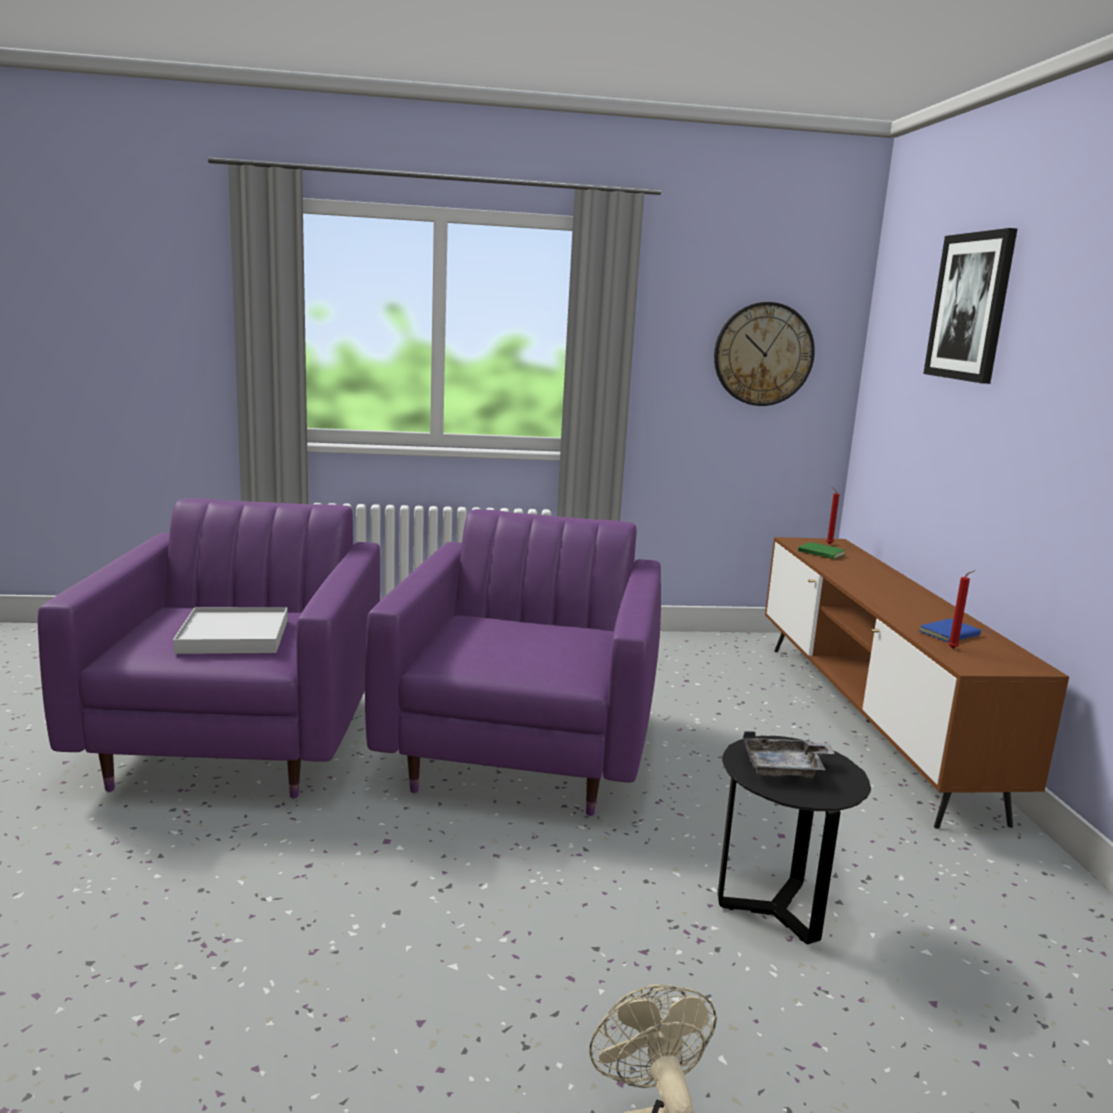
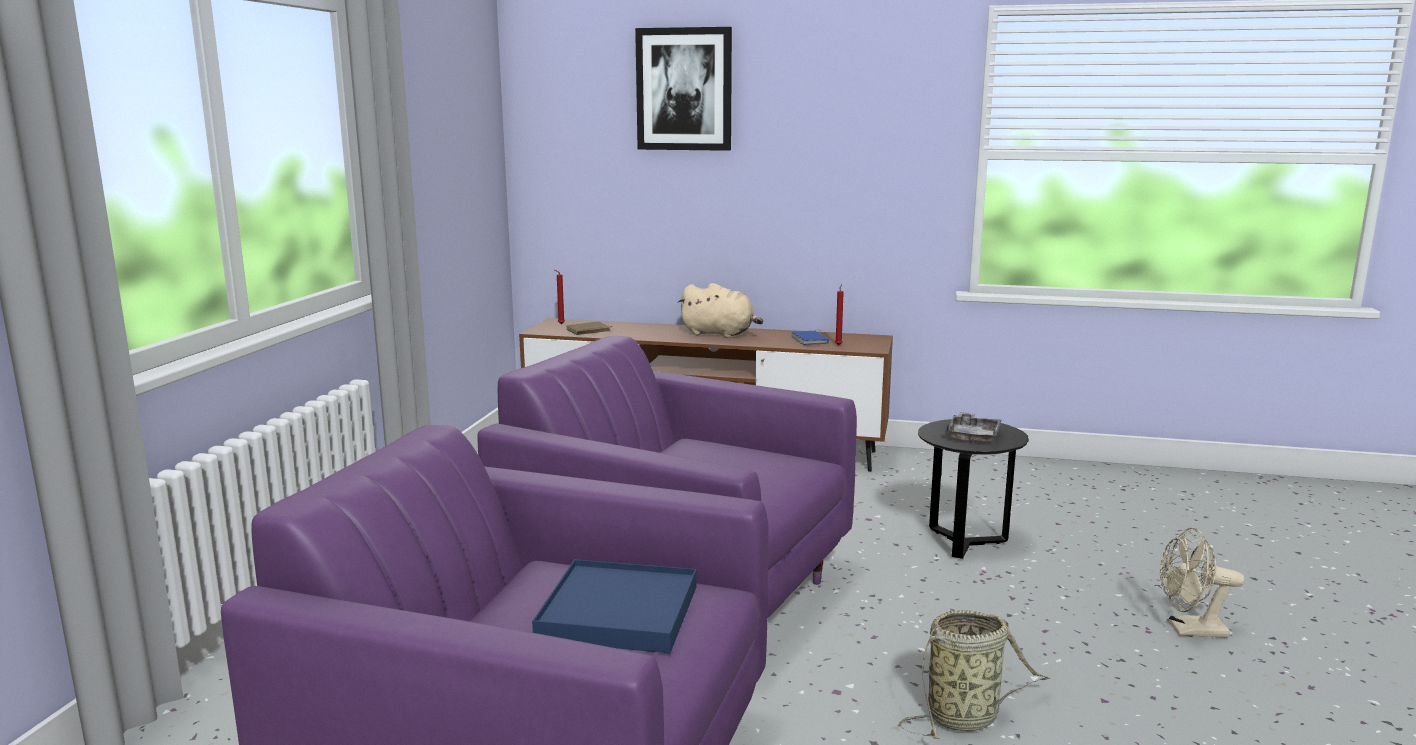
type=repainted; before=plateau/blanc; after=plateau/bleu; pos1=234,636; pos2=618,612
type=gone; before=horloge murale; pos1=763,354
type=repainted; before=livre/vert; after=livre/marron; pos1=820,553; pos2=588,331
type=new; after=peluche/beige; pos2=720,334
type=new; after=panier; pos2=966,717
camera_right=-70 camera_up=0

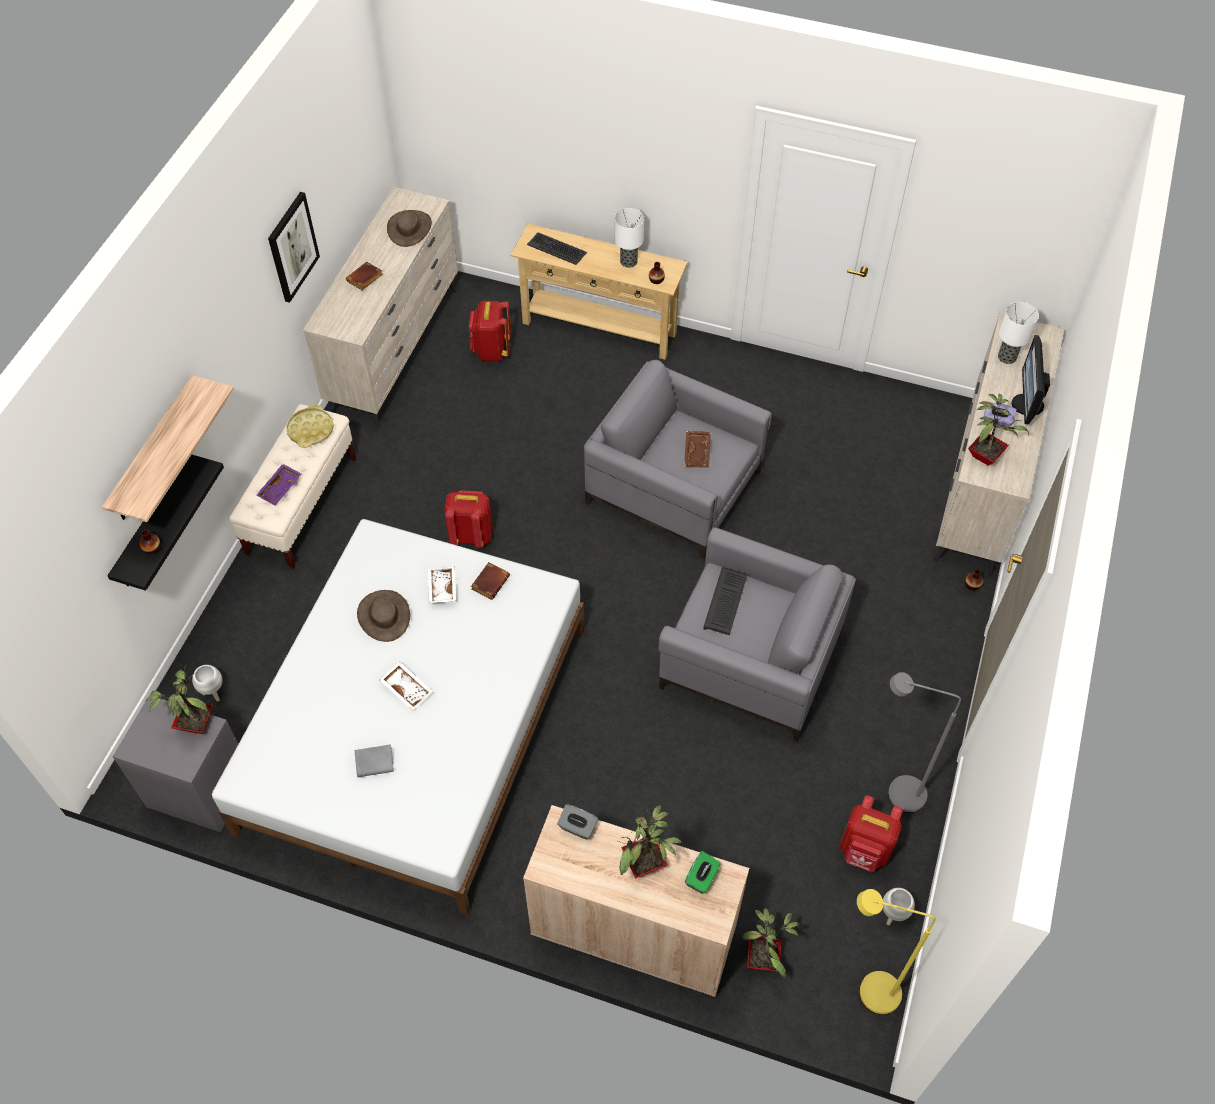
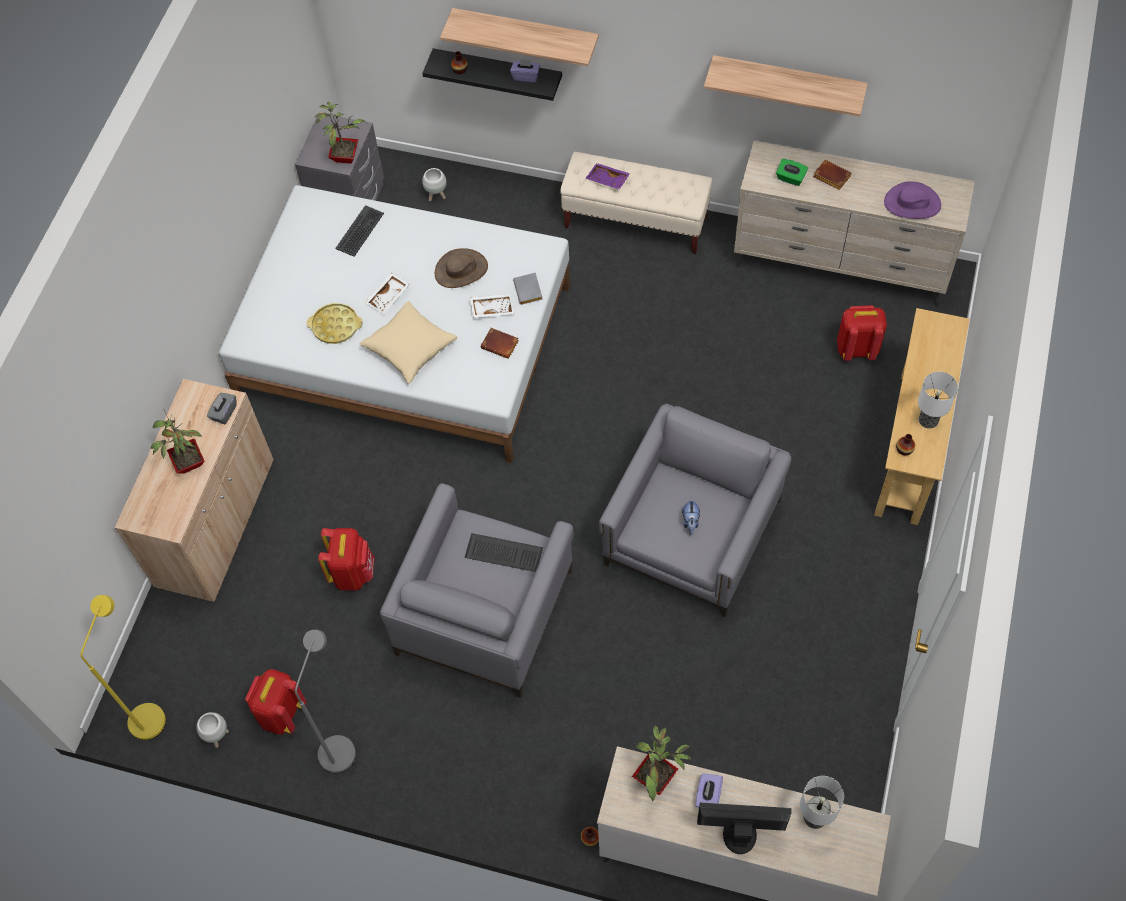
type=swapped; before=tableau; after=étagère; pos1=292,247; pos2=788,81
type=shifted; before=plateau/jaune; pos1=311,430; pos2=335,326
type=shifted; before=livre/gris; pos1=375,761; pos2=529,291
type=repainted; before=chapeau/marron; after=chapeau/violet; pos1=410,228; pos2=912,203
type=shifted; before=sac à dos/rouge; pos1=471,535; pos2=352,572
type=shifted; before=clavier; pos1=557,248; pos2=360,231
type=swapped; before=plateau/marron; after=peluche; pos1=698,453; pos2=690,522
type=shifted; before=boîte à mouchoirs/vert; pos1=702,878; pos2=790,178
type=gone; before=plante en pot; pos1=764,959
type=new; after=coussin/beige; pos2=410,348
type=new; after=boîte à mouchoirs/violet; pos2=526,76
camera_right=90 camera_up=5

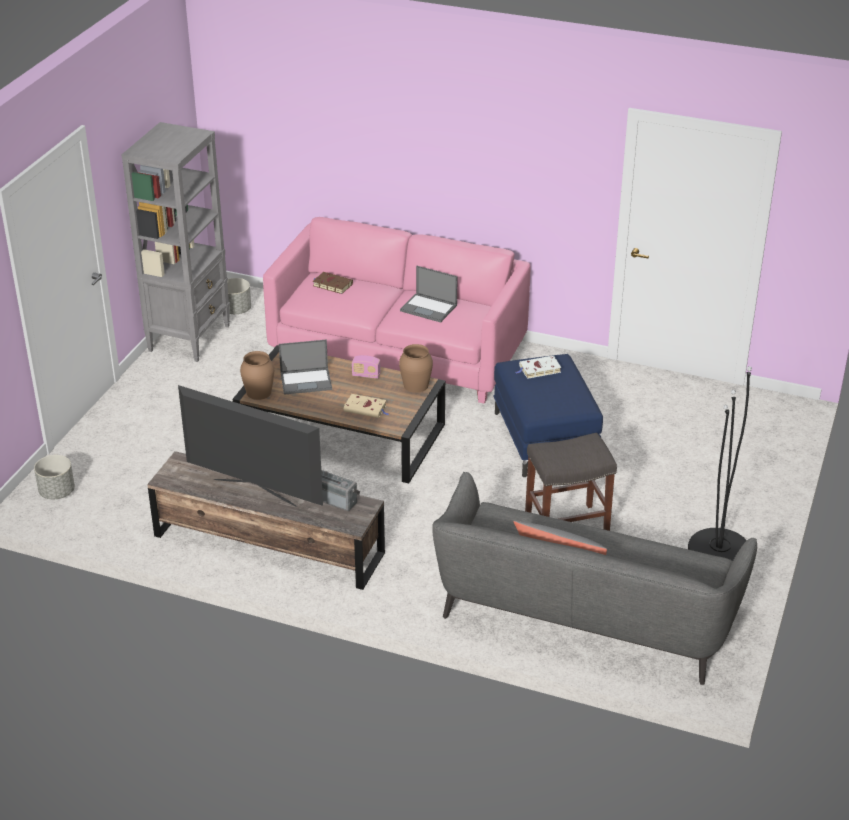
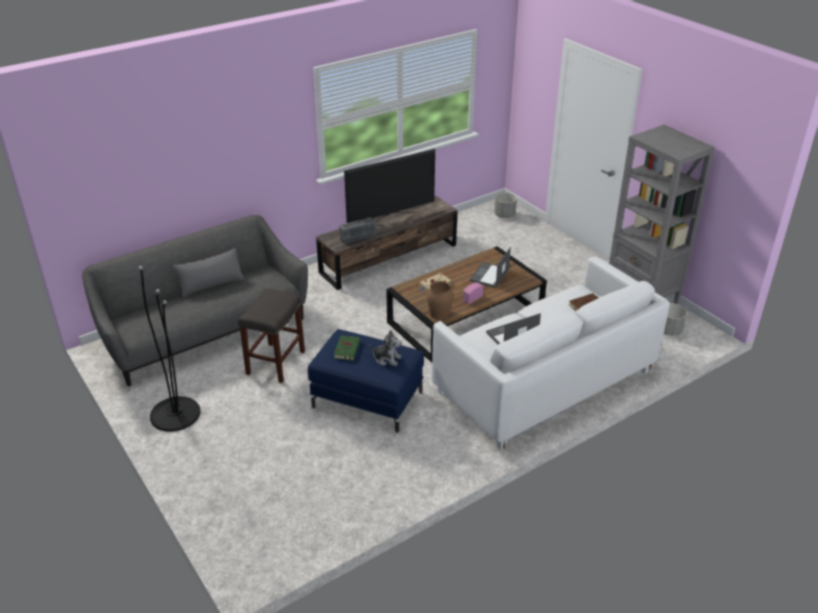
type=gone; before=vase/marron; pos1=259,392
type=repainted; before=canapé/rose; after=canapé/blanc; pos1=399,352; pos2=544,382
type=swapped; before=livre/blanc; after=peluche; pos1=538,369; pos2=387,359
type=new; after=livre/vert; pos2=347,349
camera_right=125 camera_up=0

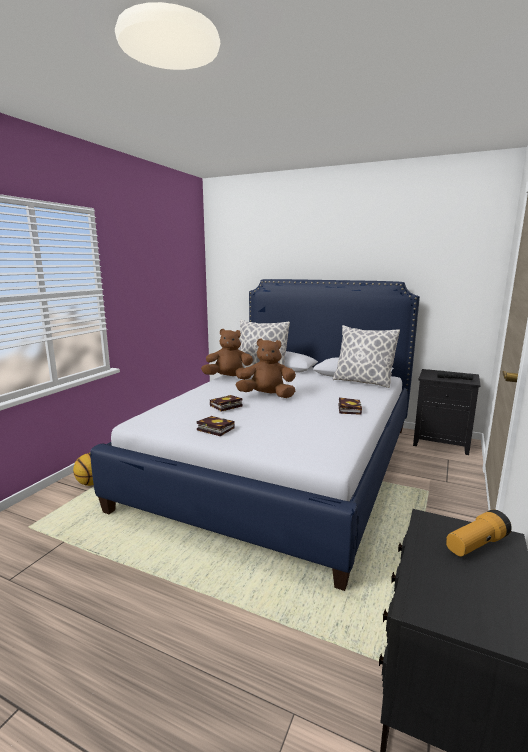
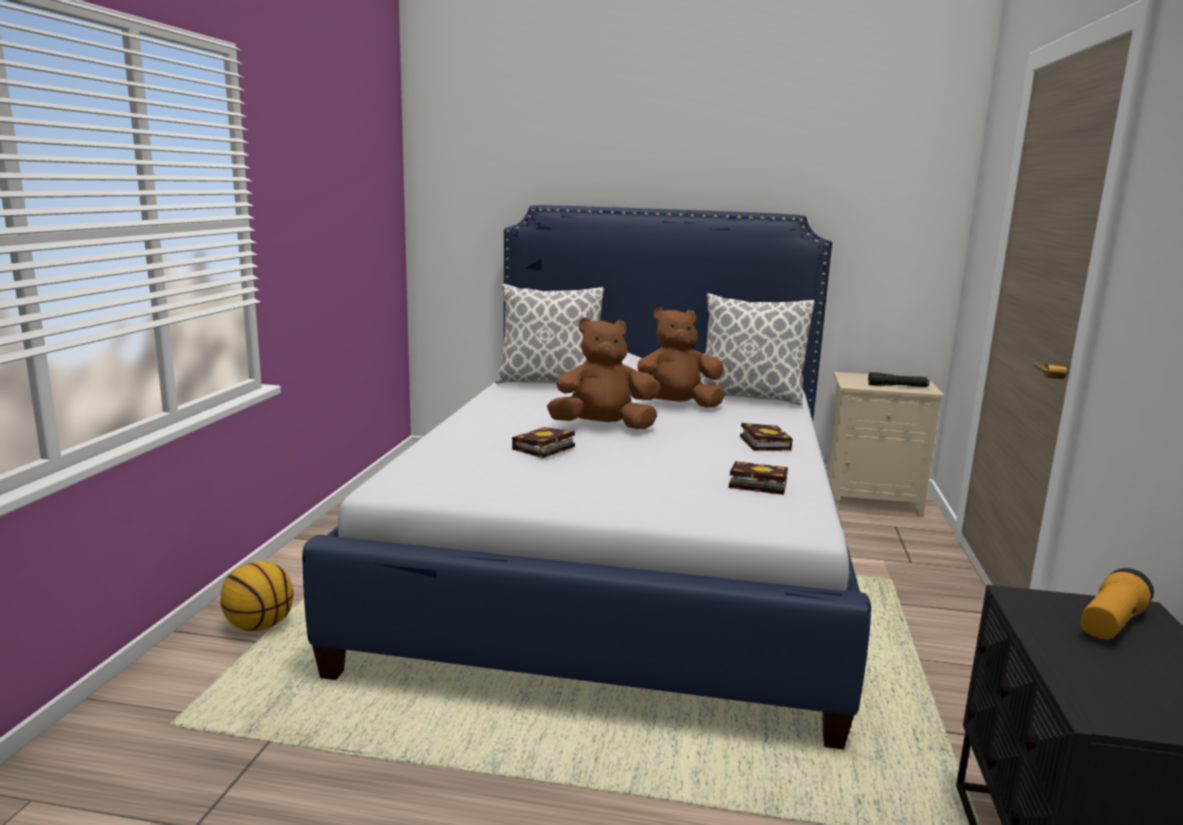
type=shifted; before=livre; pos1=214,429; pos2=755,484
type=shifted; before=peluche/marron; pos1=229,378; pos2=675,406
type=repainted; before=table de chevet/noir; after=table de chevet/beige; pos1=442,442; pos2=872,500
camera_right=-15 camera_up=0

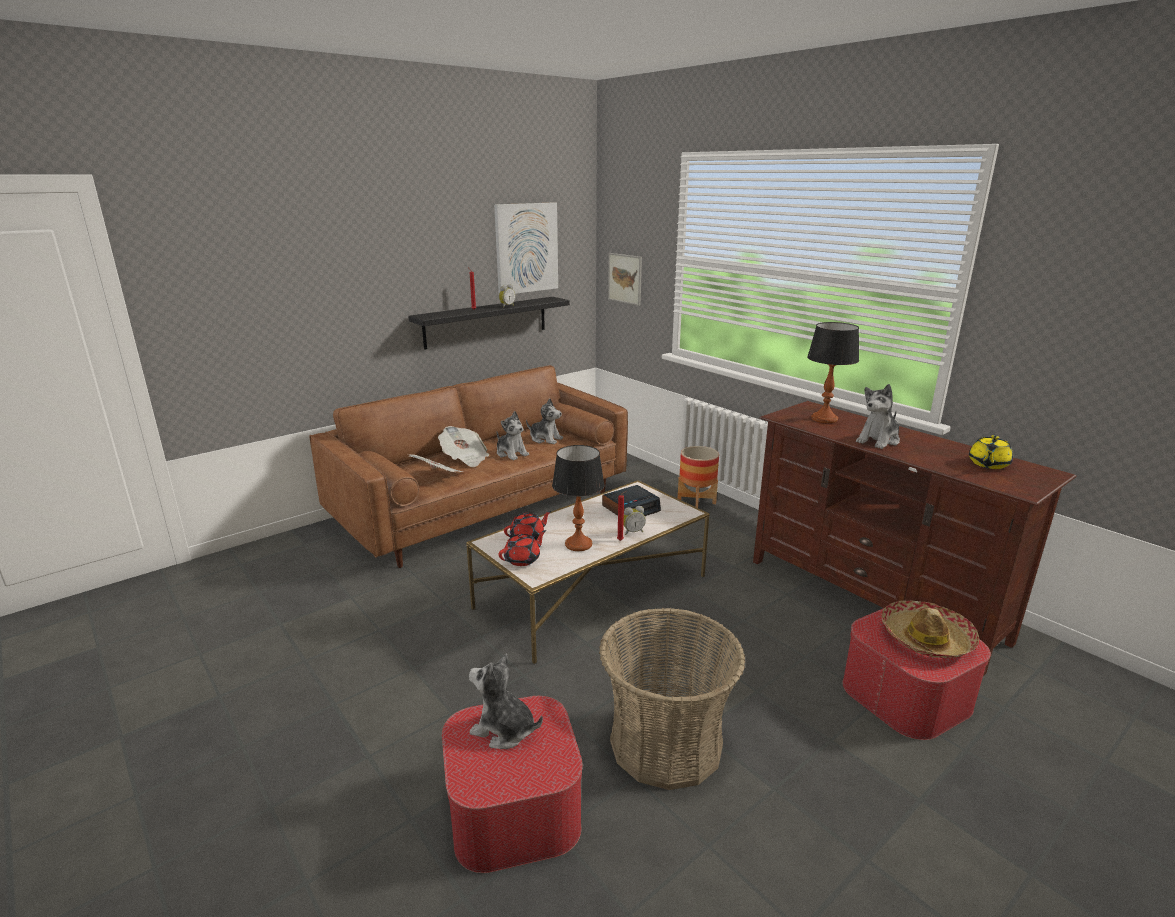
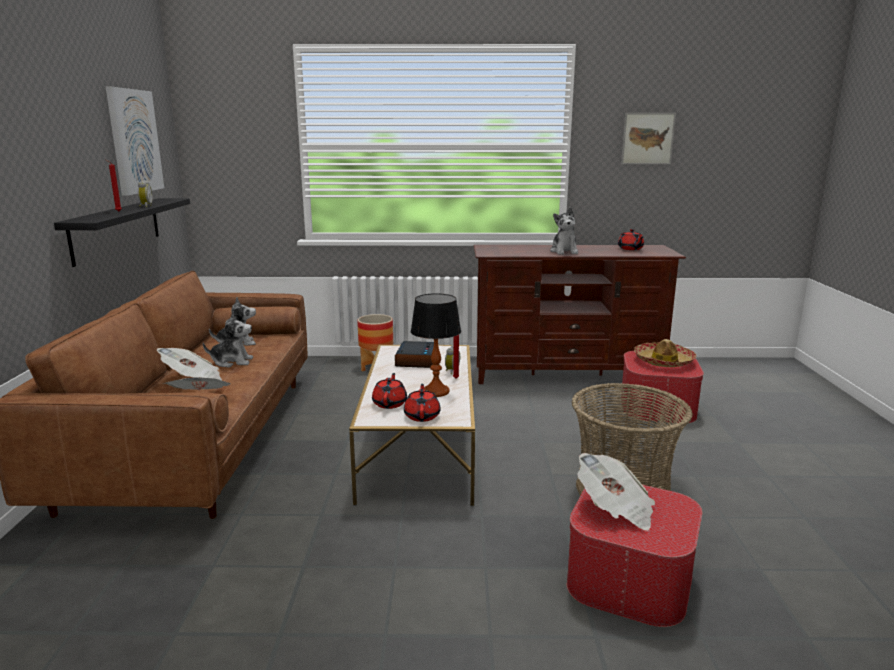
type=swapped; before=peluche; after=journal; pos1=504,730; pos2=615,509
type=shifted; before=tableau; pos1=625,278; pos2=647,138
type=gone; before=lampe de table; pos1=824,419
type=repainted; before=théière/jaune; after=théière/rouge; pos1=988,464; pos2=630,249
camera_right=-50 camera_up=-5

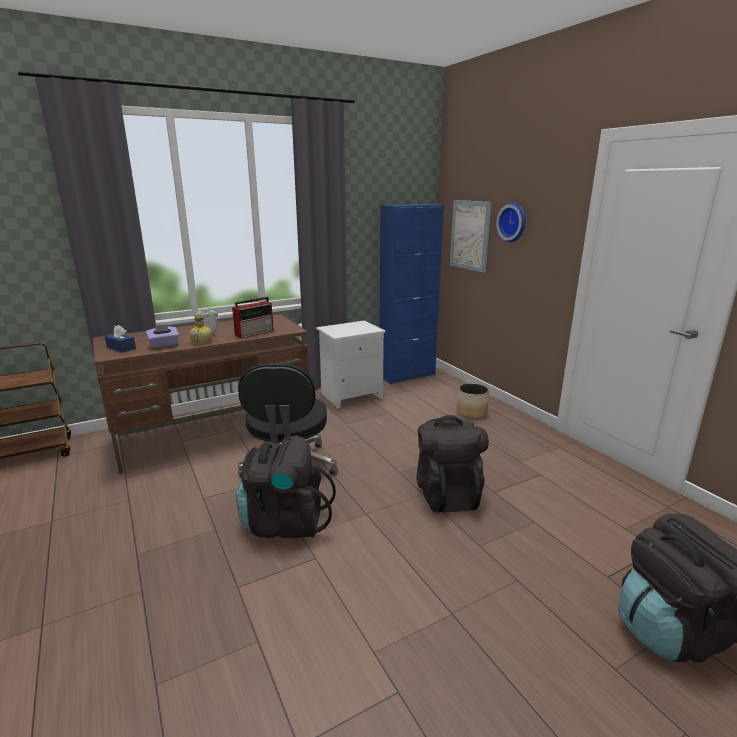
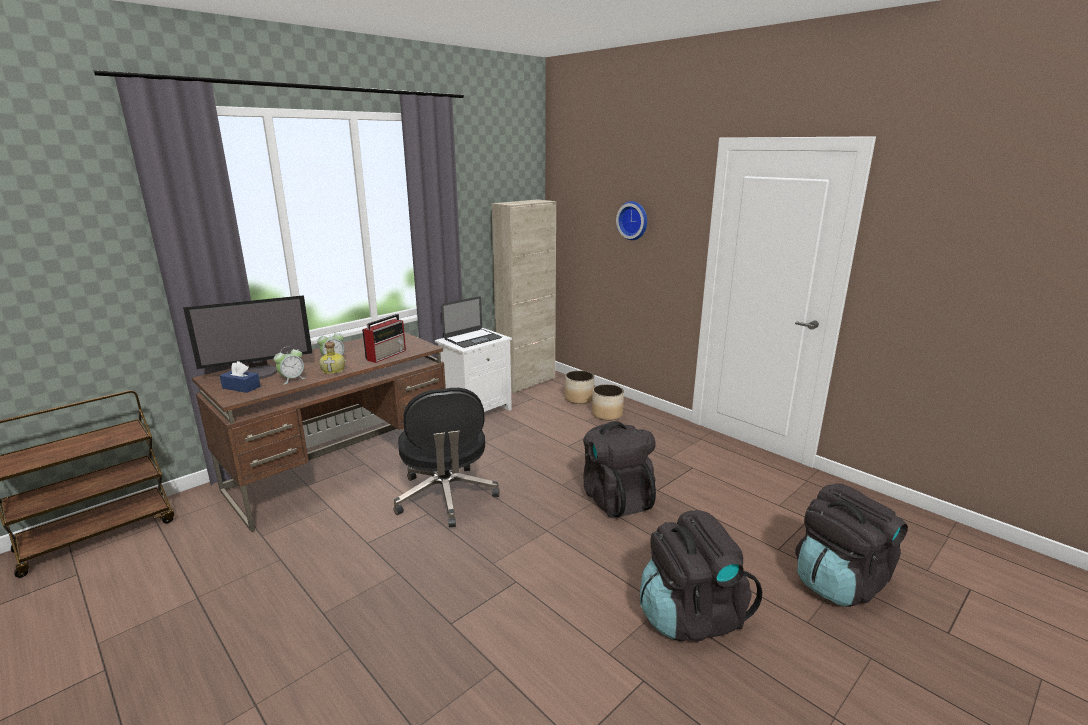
type=swapped; before=boîte à mouchoirs/violet; after=réveil; pos1=164,345; pos2=292,379
type=shifted; before=sac à dos/noir; pos1=284,523; pos2=691,616
type=repainted; before=meuble de rangement/bleu; after=meuble de rangement/beige; pos1=407,375; pos2=526,382
type=gone; before=tableau; pos1=470,235
type=new; after=écran d'ordinateur; pos2=259,372
type=new; after=ordinateur portable; pos2=472,338
type=new; after=cache-pot; pos2=579,398
camera_right=-15 camera_up=0

